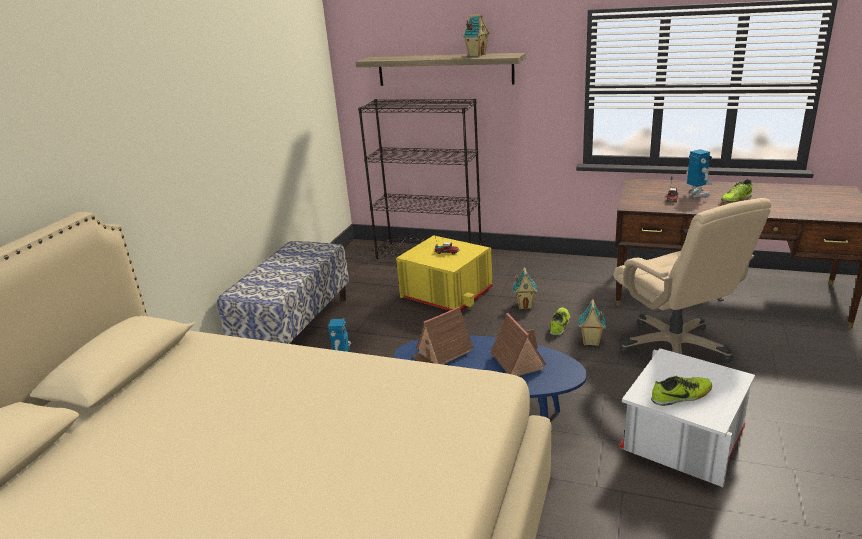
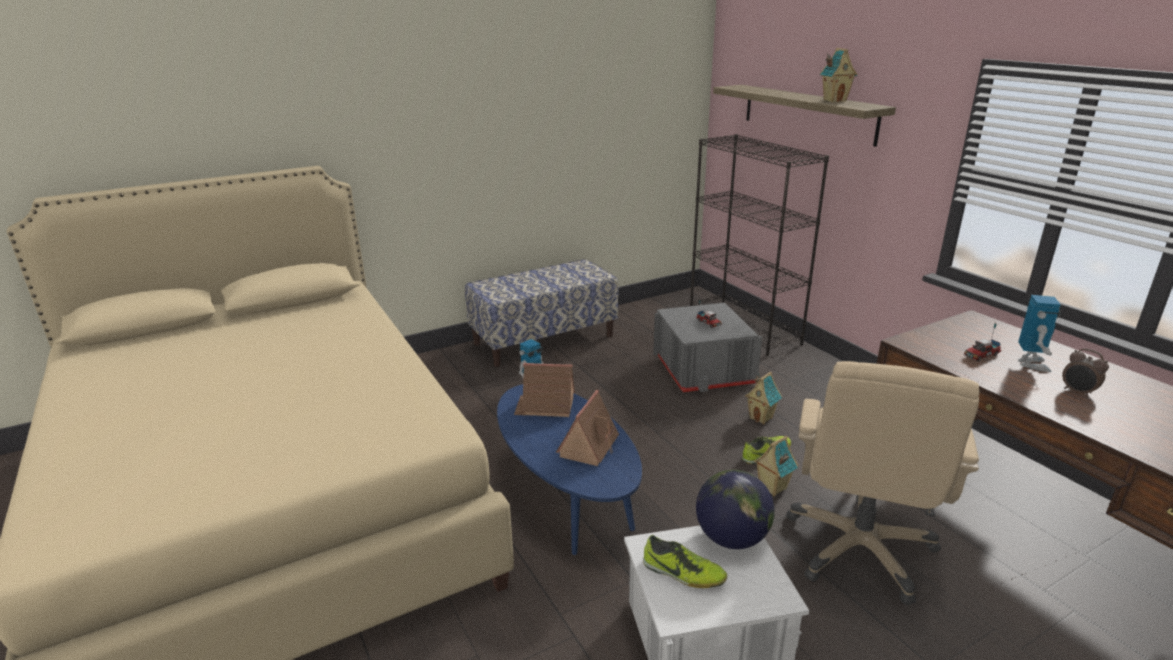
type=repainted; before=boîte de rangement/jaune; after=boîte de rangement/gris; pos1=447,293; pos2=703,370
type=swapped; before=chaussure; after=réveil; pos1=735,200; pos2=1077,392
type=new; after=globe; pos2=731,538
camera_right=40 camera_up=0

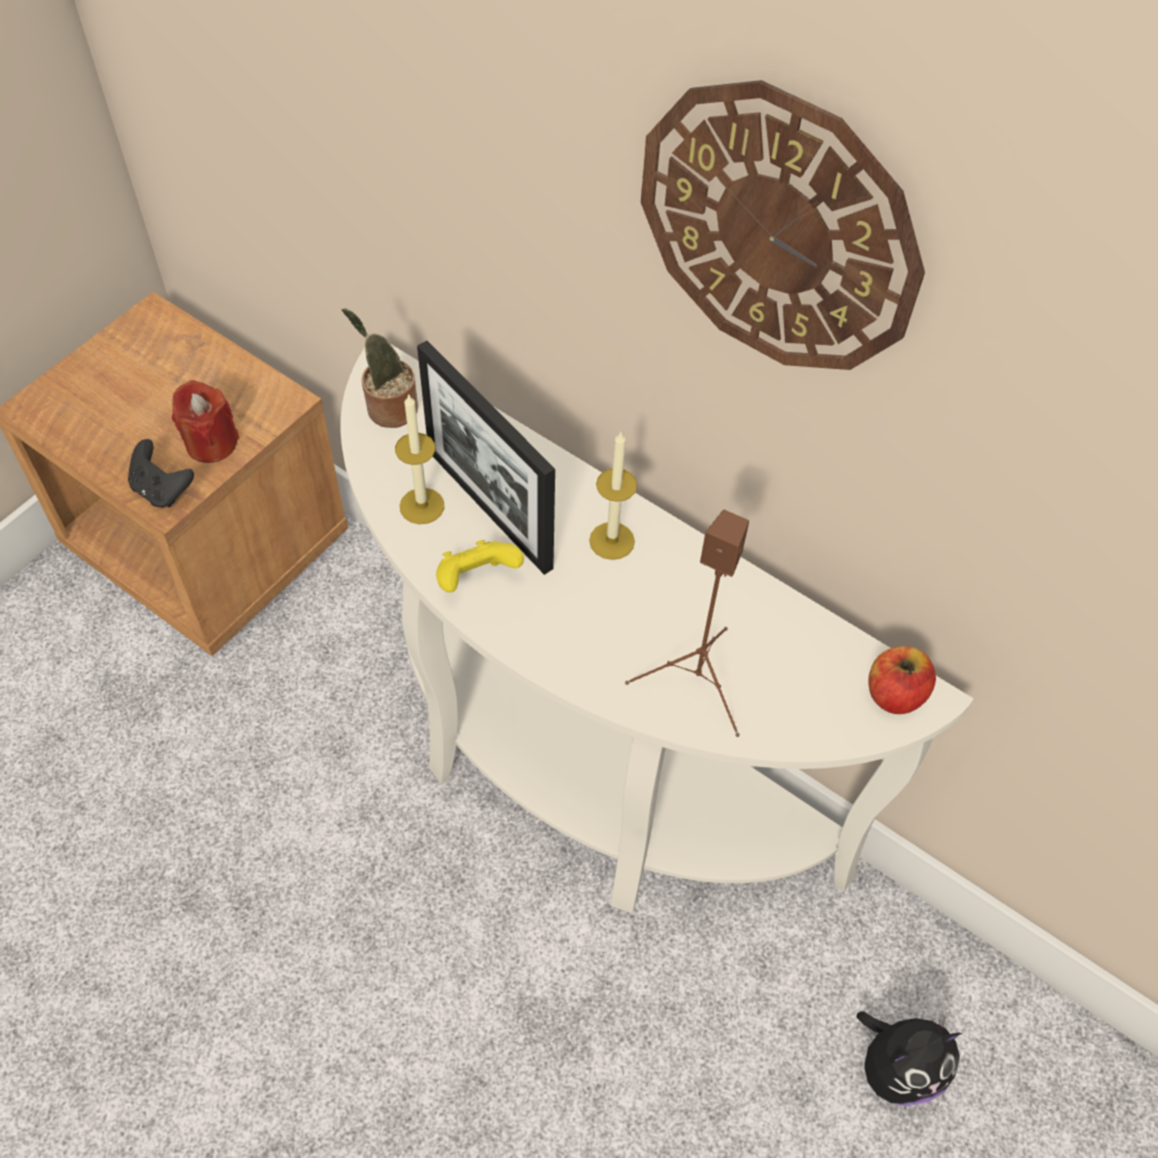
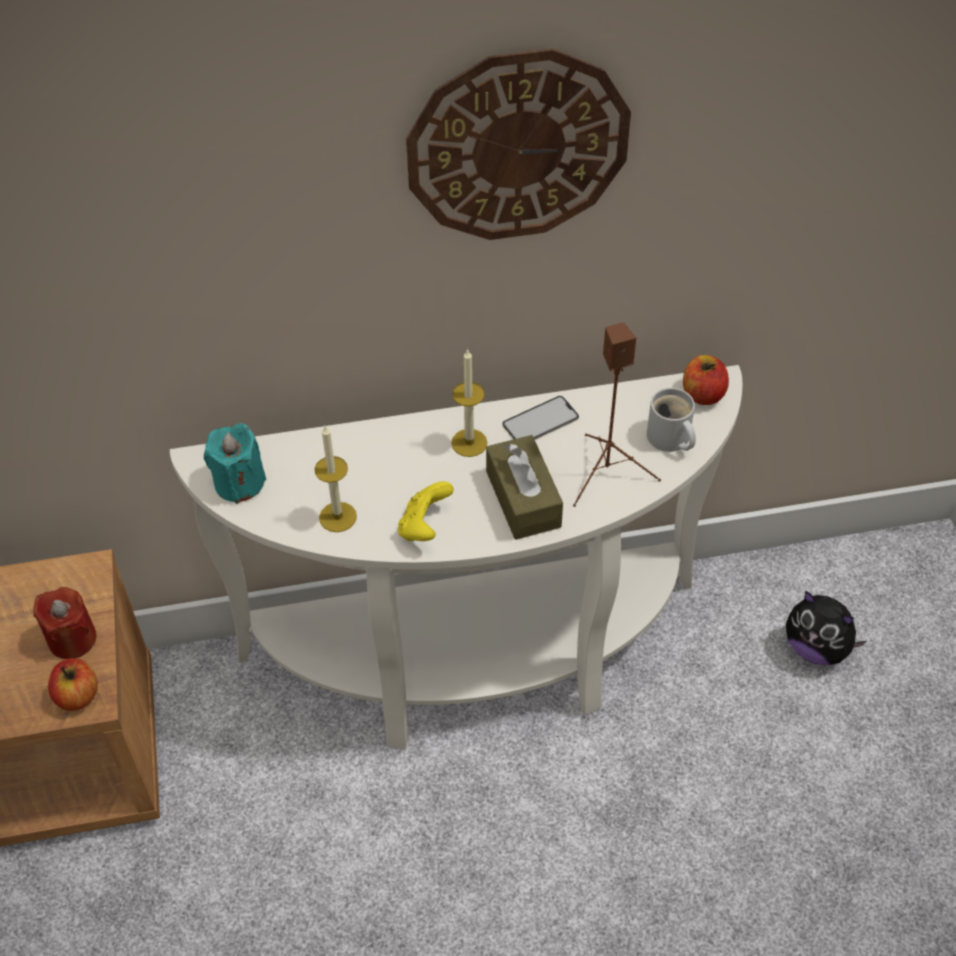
type=swapped; before=manette/noir; after=pomme; pos1=162,490; pos2=78,695
type=swapped; before=plante en pot; after=bougie/turquoise; pos1=388,408; pos2=239,482
type=gone; before=cadre photo; pos1=489,508
type=rotated; before=peluche; pos1=897,1067; pos2=816,648; turn=105
type=new; after=boîte à mouchoirs/marron; pos2=523,499
type=new; after=téléphone; pos2=540,421
type=new; after=mug/blanc; pos2=669,439
camera_right=-45 camera_up=-5

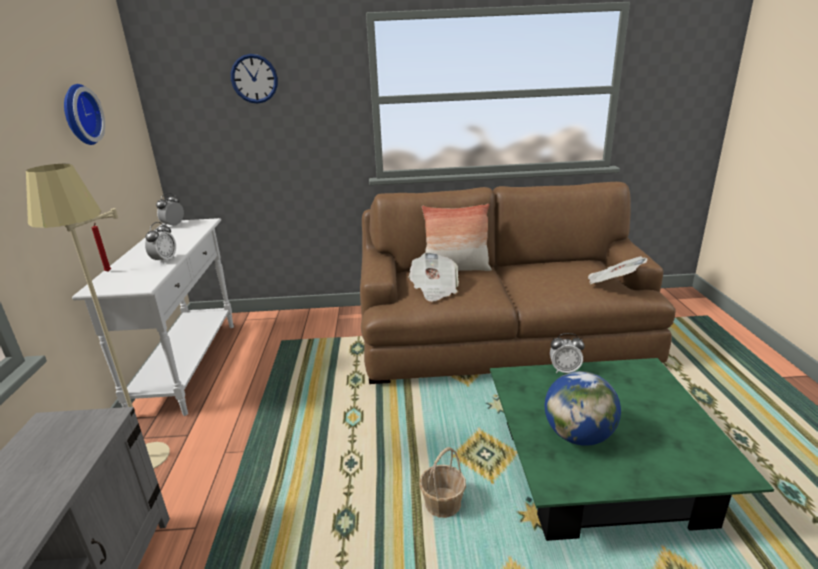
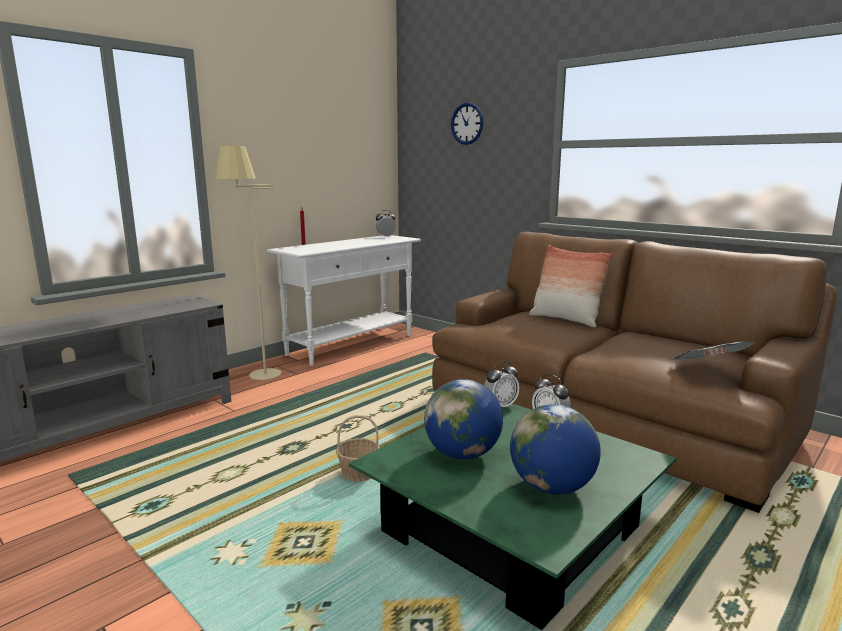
type=gone; before=horloge murale; pos1=79,115
type=shifted; before=réveil; pos1=164,260; pos2=500,406
type=gone; before=journal; pos1=434,289
type=new; after=globe; pos2=552,487
camera_right=45 camera_up=-10

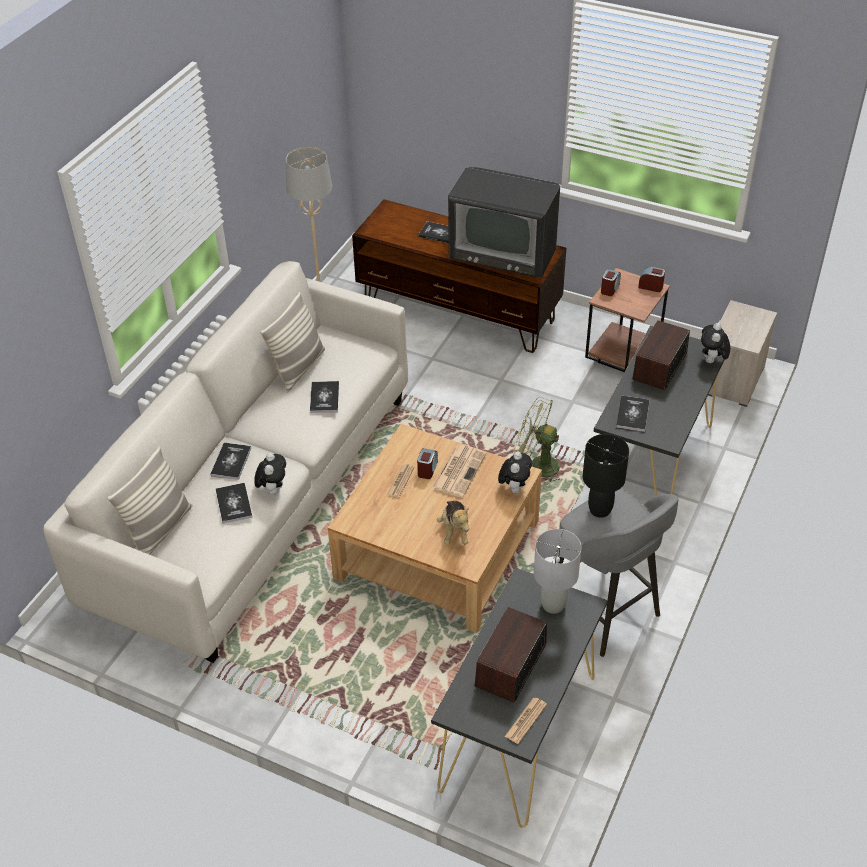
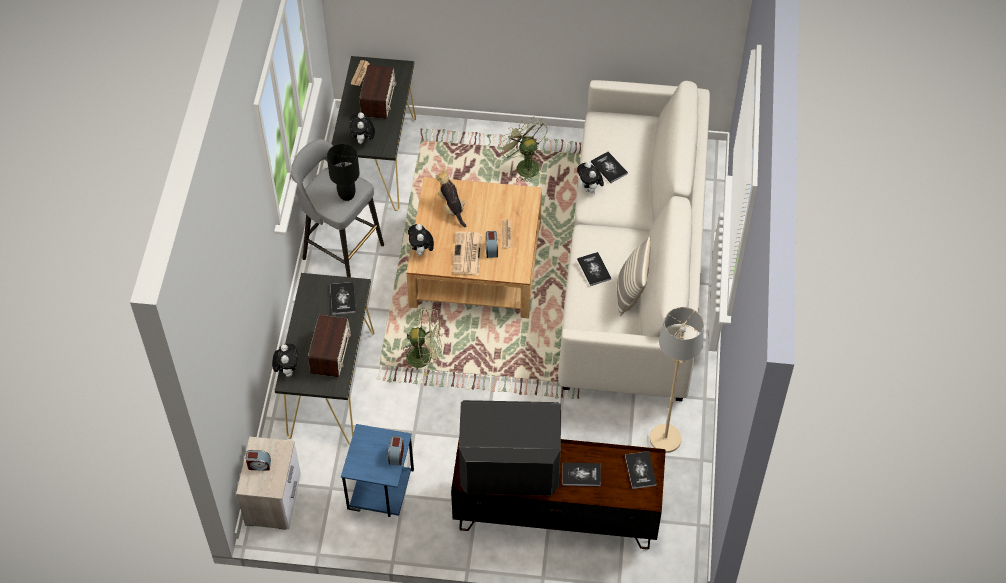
type=gone; before=coussin; pos1=160,530
type=shifted; before=livre; pos1=231,462; pos2=640,470
type=swapped; before=lampe de table/gris; after=peluche; pos1=553,604; pos2=363,140
type=repainted; before=table d'appoint/marron; after=table d'appoint/bleu; pos1=621,358; pos2=382,496
type=shifted; before=réveil; pos1=650,286; pos2=259,465
type=new; after=ventilateur/vert; pos2=524,165
camera_right=160 camera_up=10

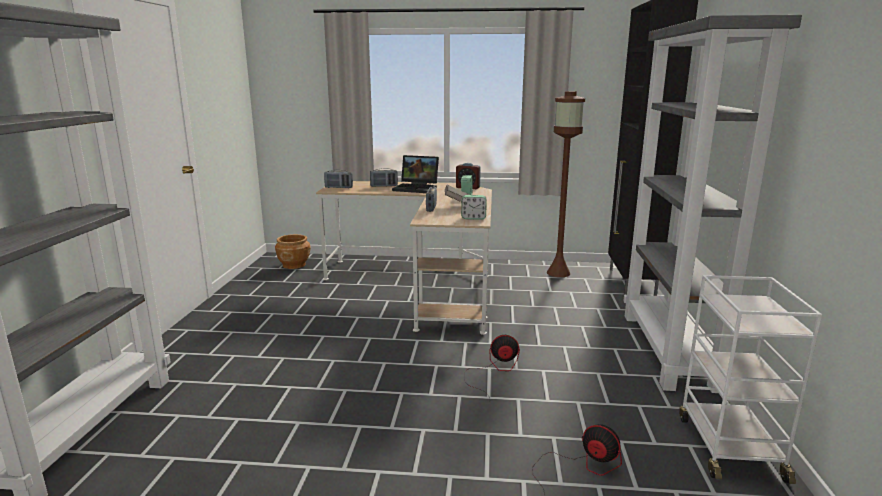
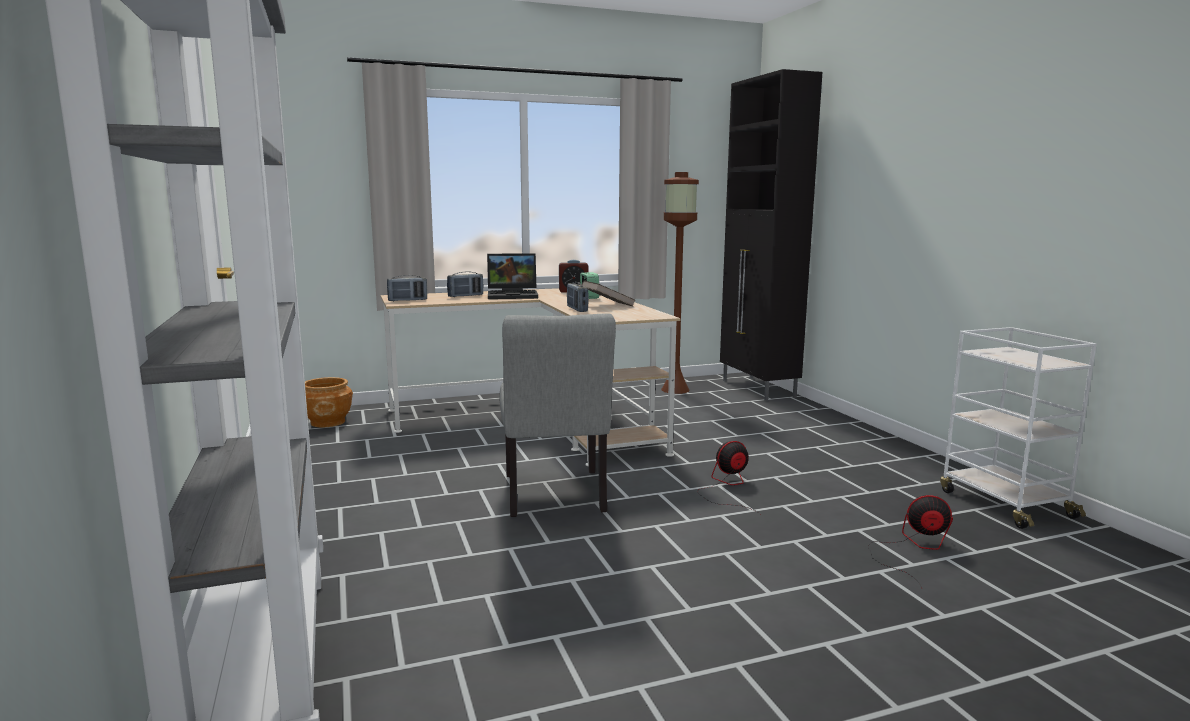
type=gone; before=réveil; pos1=473,218
type=gone; before=bibliothèque/gris; pos1=669,350
type=new; after=chaise/gris; pos2=555,497
camera_right=-25 camera_up=-5

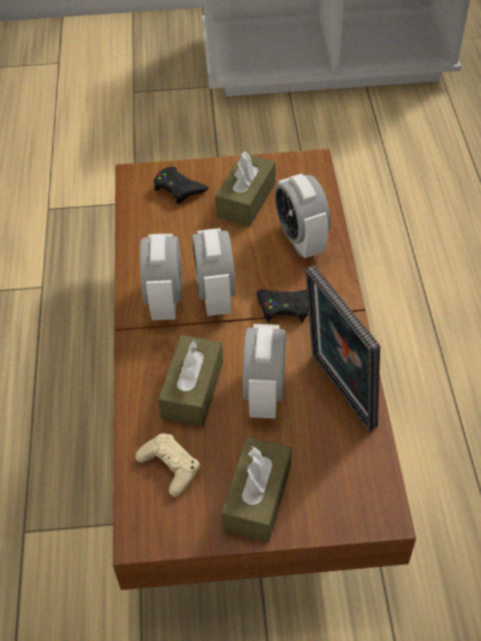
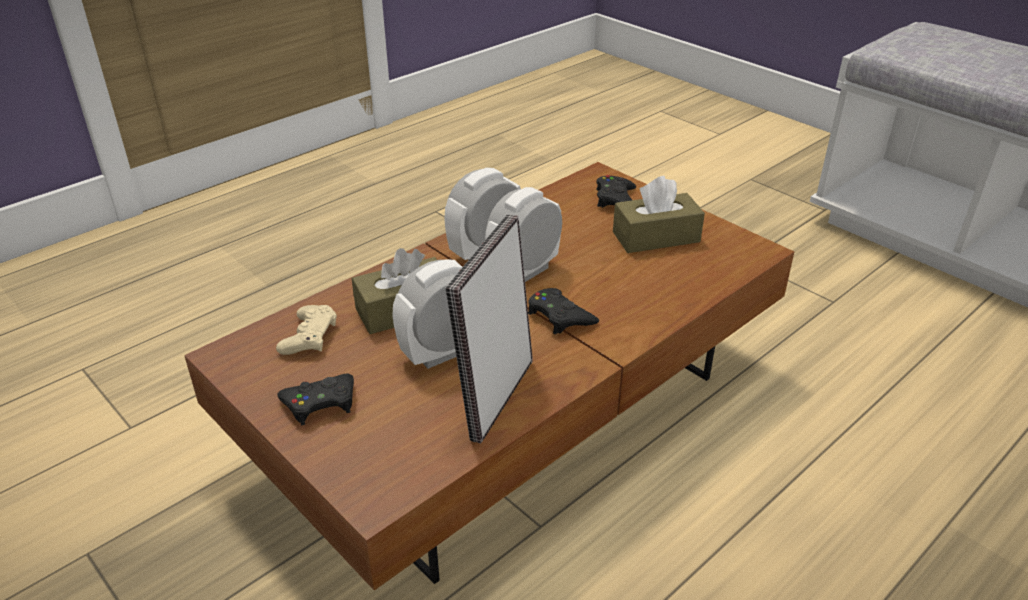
type=swapped; before=boîte à mouchoirs/marron; after=manette/noir; pos1=257,498; pos2=320,403
type=gone; before=réveil; pos1=301,240
camera_right=50 camera_up=-15

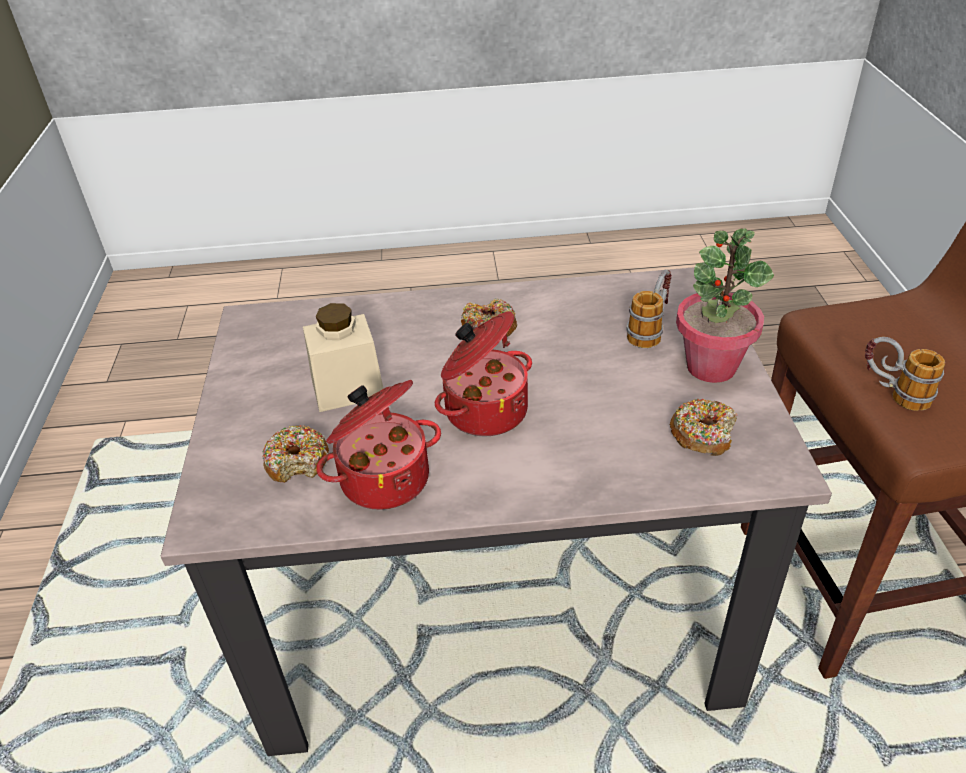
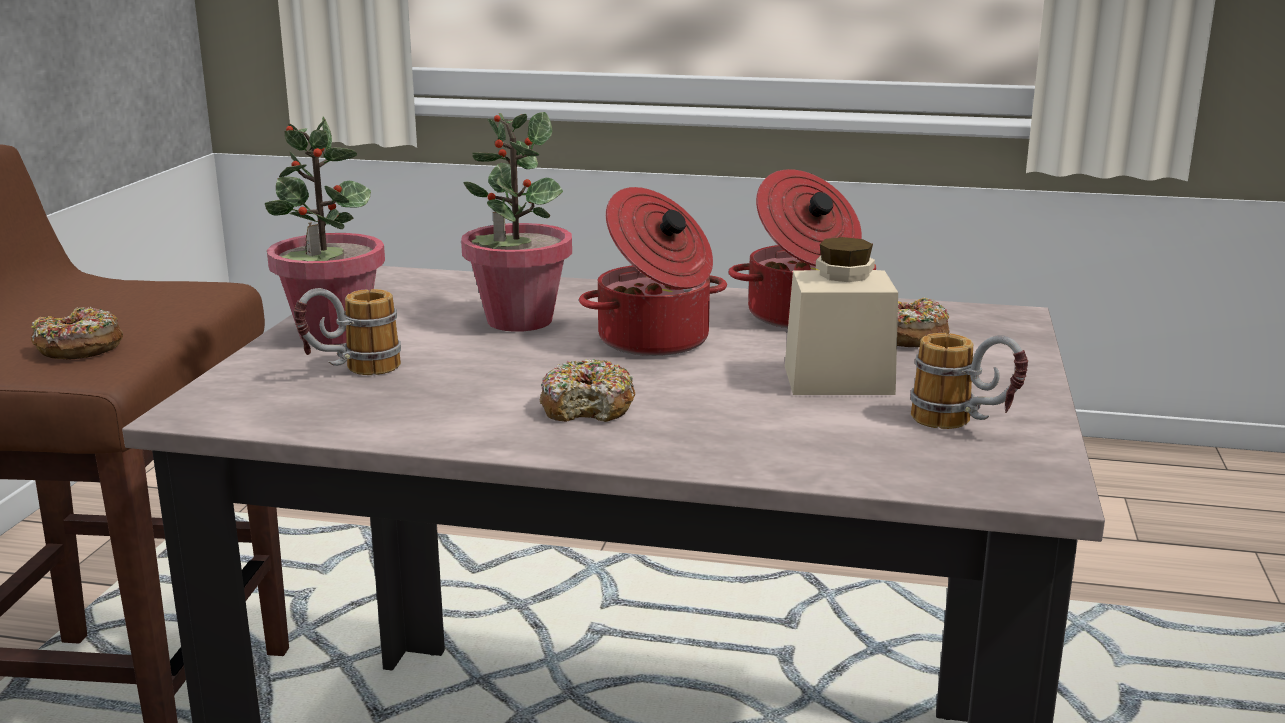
type=shifted; before=beignet; pos1=703,434; pos2=79,348
type=shifted; before=mug; pos1=892,394; pos2=964,425
type=new; after=plante en pot; pos2=518,321
camera_right=-165 camera_up=-20

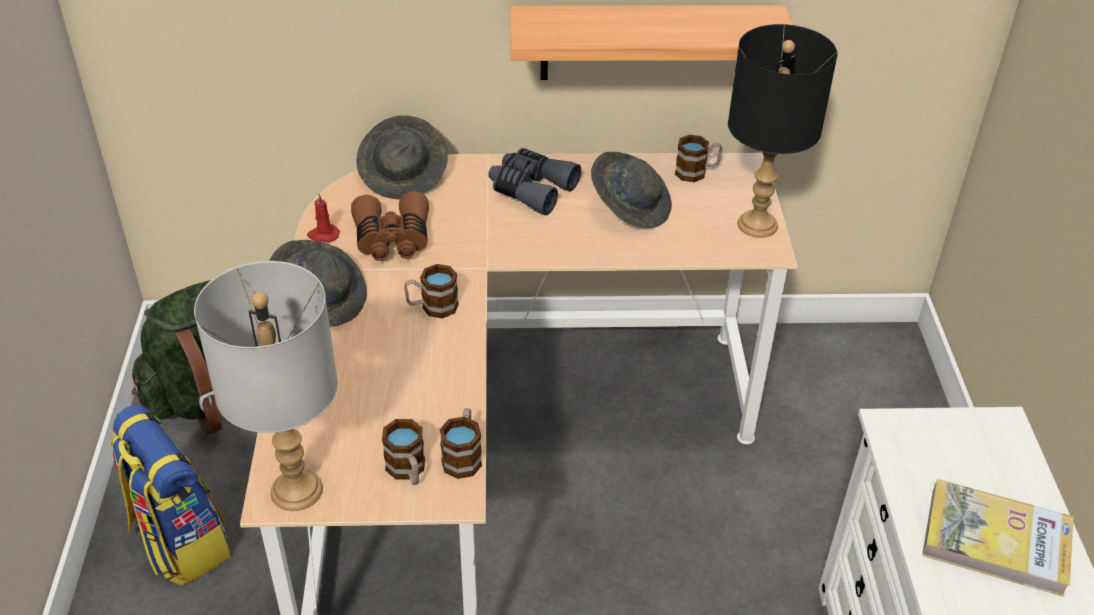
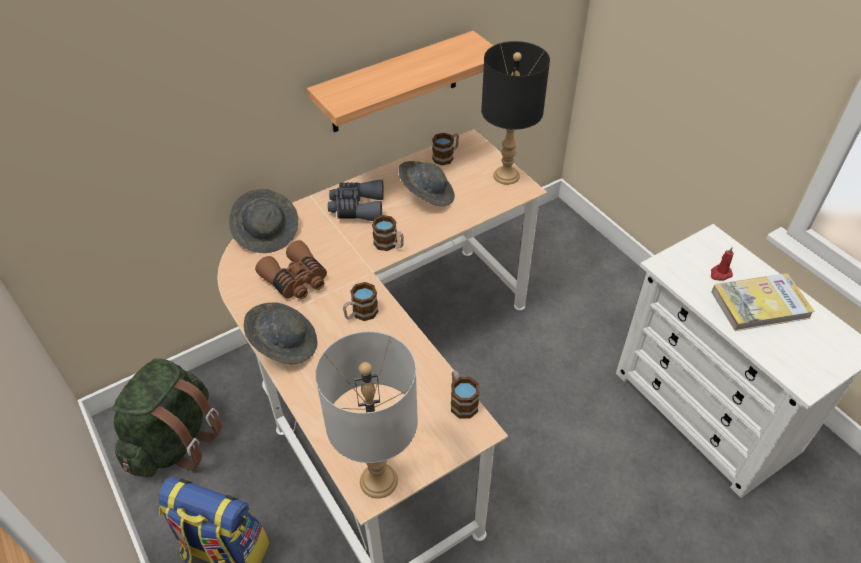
type=shifted; before=bougie/rouge; pos1=323,235; pos2=720,274
type=shifted; before=mug; pos1=408,471; pos2=389,245
camera_right=-30 camera_up=5

